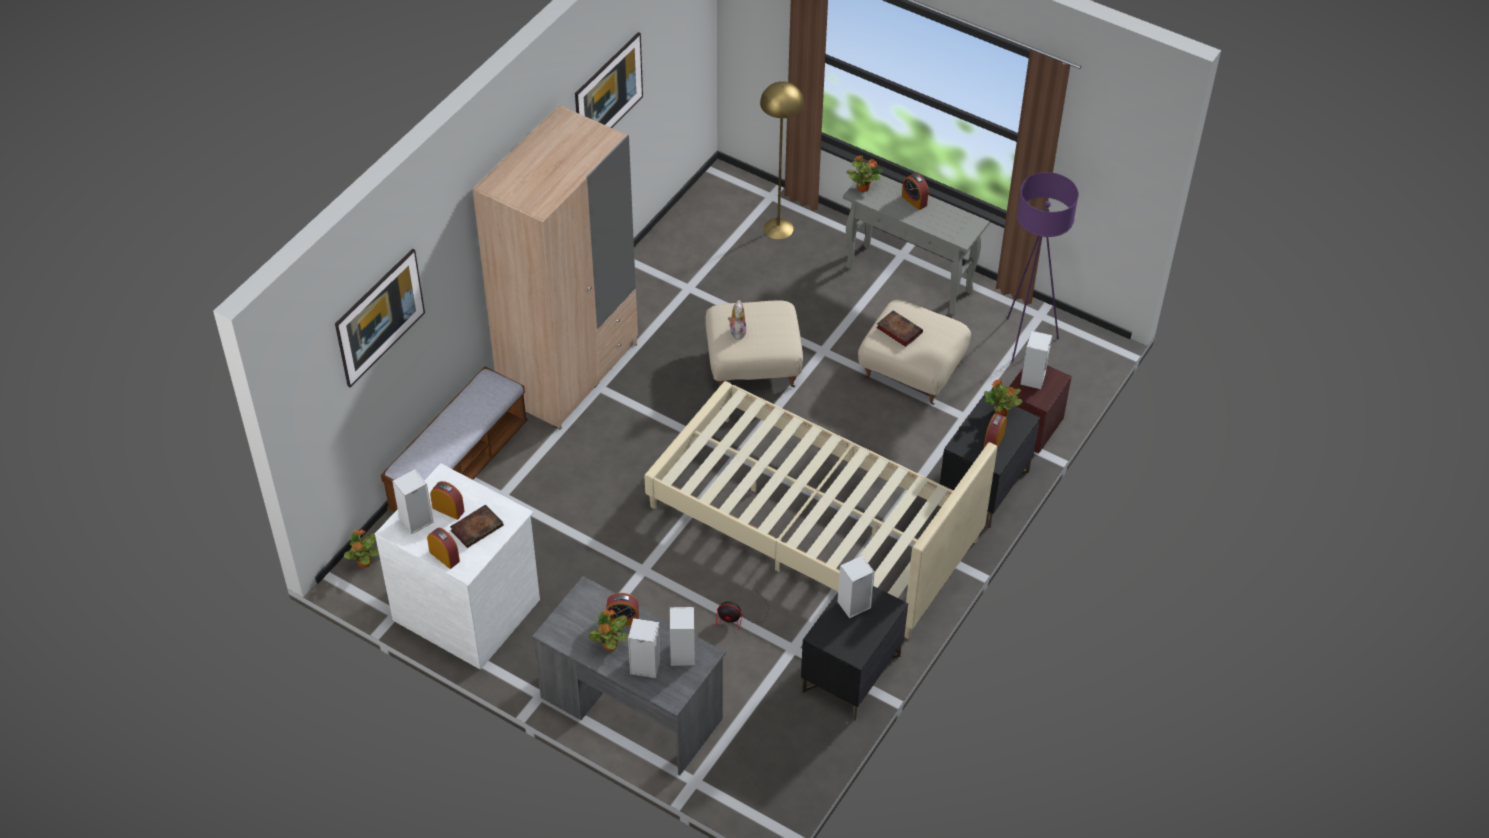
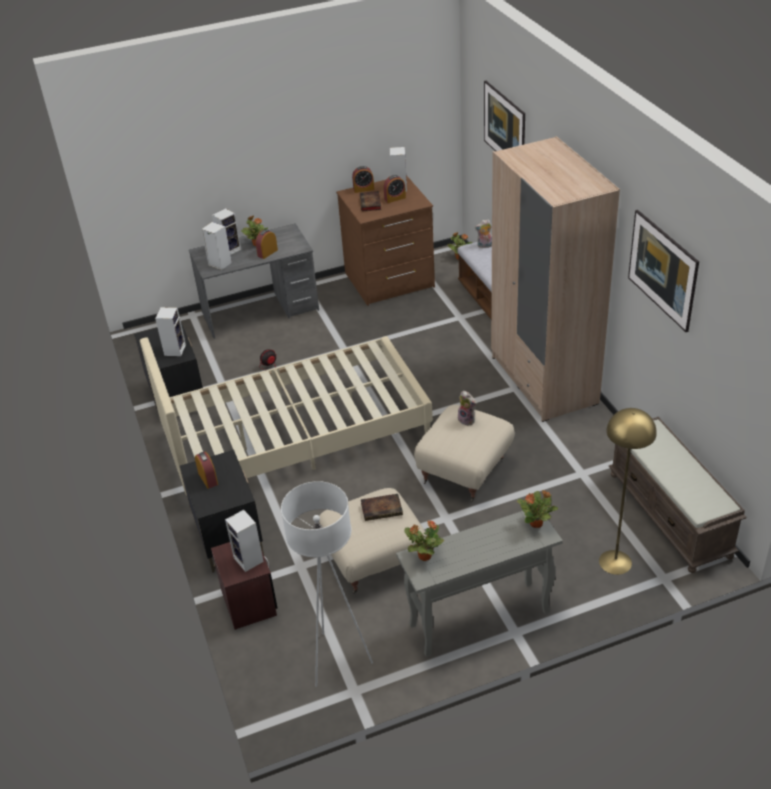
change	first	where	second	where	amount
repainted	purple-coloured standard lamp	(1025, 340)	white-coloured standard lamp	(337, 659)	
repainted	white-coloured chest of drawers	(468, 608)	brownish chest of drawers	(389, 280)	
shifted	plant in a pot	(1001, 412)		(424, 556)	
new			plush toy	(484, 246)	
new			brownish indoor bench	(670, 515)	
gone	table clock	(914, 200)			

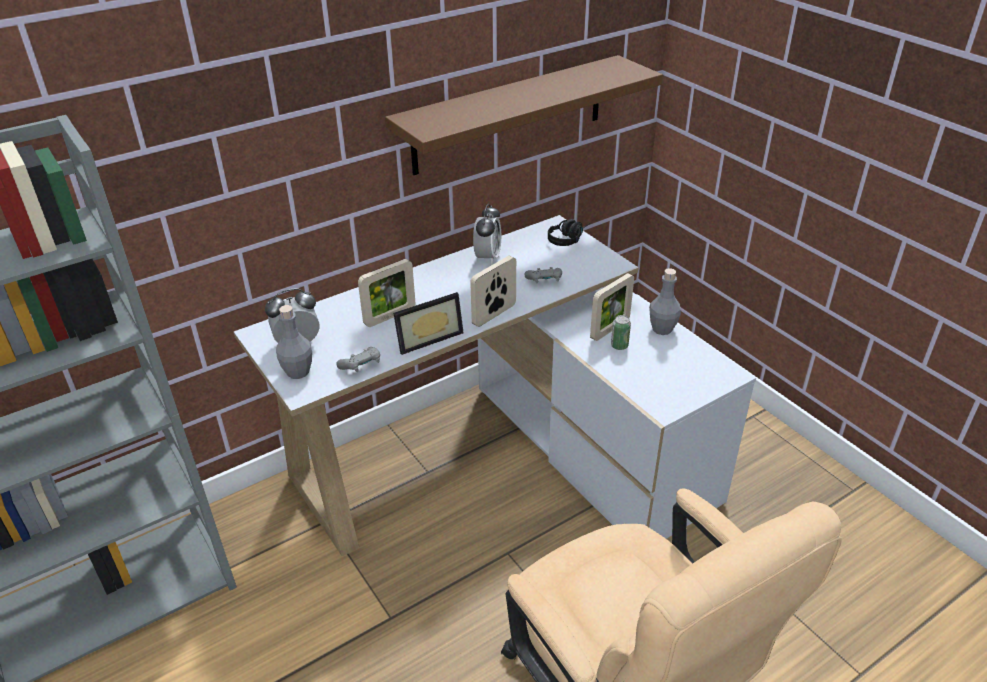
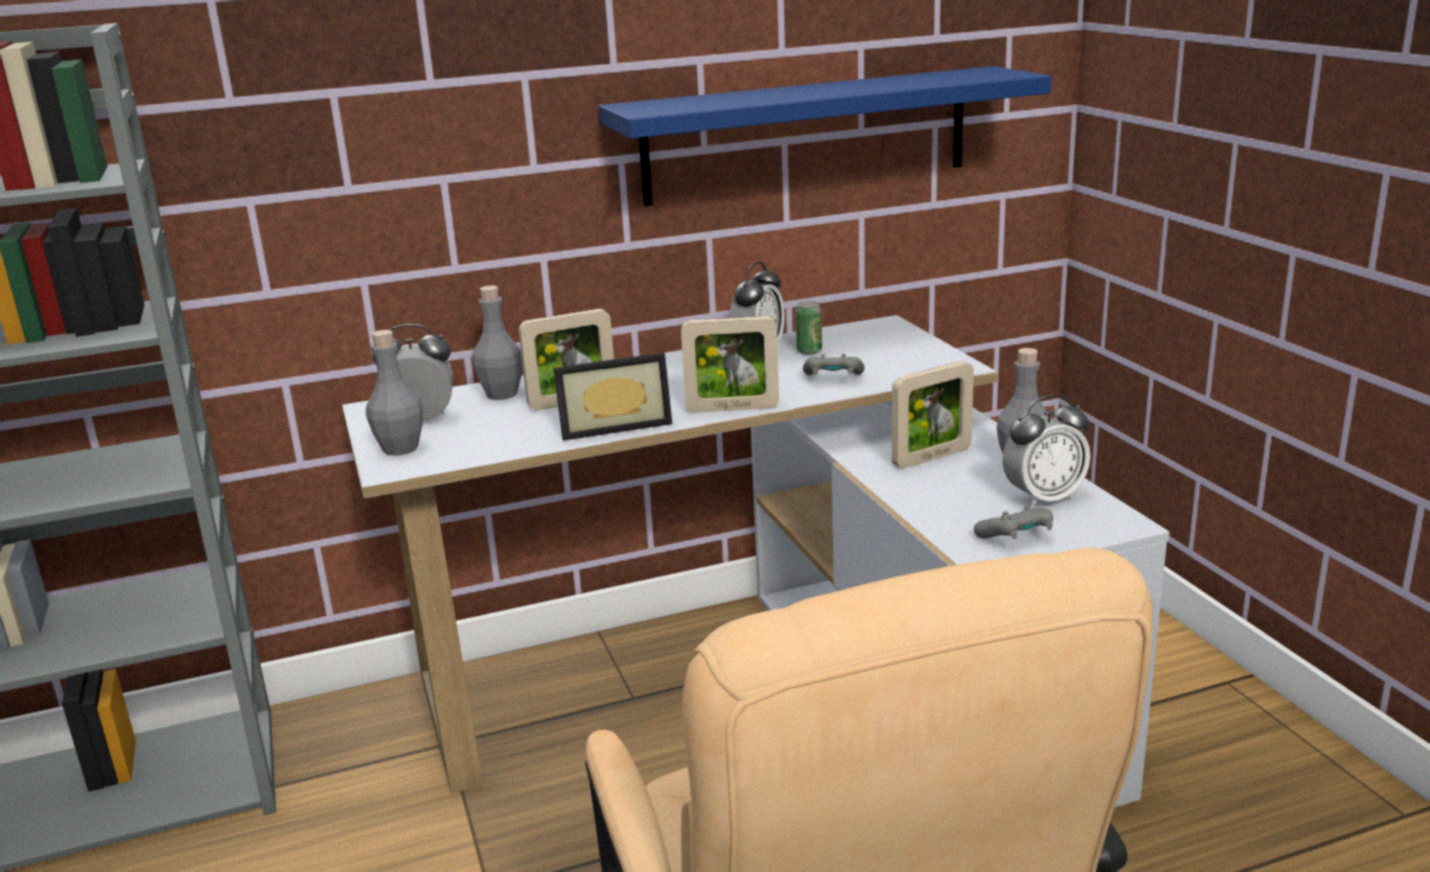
change	first	where	second	where	amount
new			greyish drink bottle	(501, 394)	
repainted	brownish shelf	(509, 115)	bluish shelf	(807, 135)	
rotated	picture frame	(494, 315)		(732, 408)	150 degrees counterclockwise
shifted	sealed can	(619, 346)		(809, 351)	
shifted	greyish joypad	(361, 366)		(1016, 538)	
new			table clock	(1043, 498)	
gone	black headset	(568, 238)			

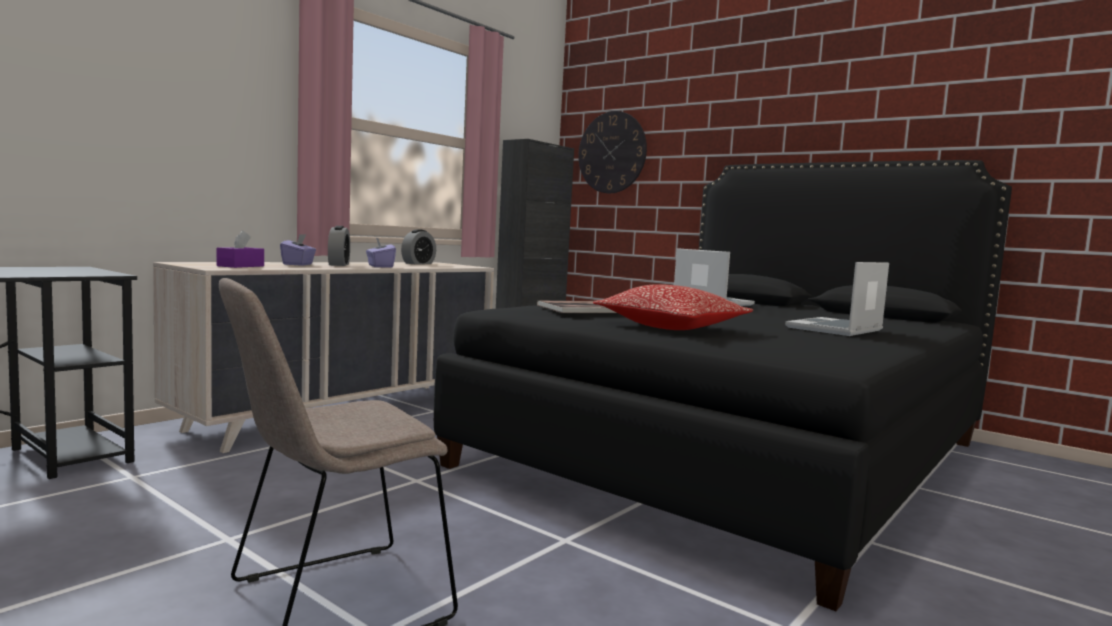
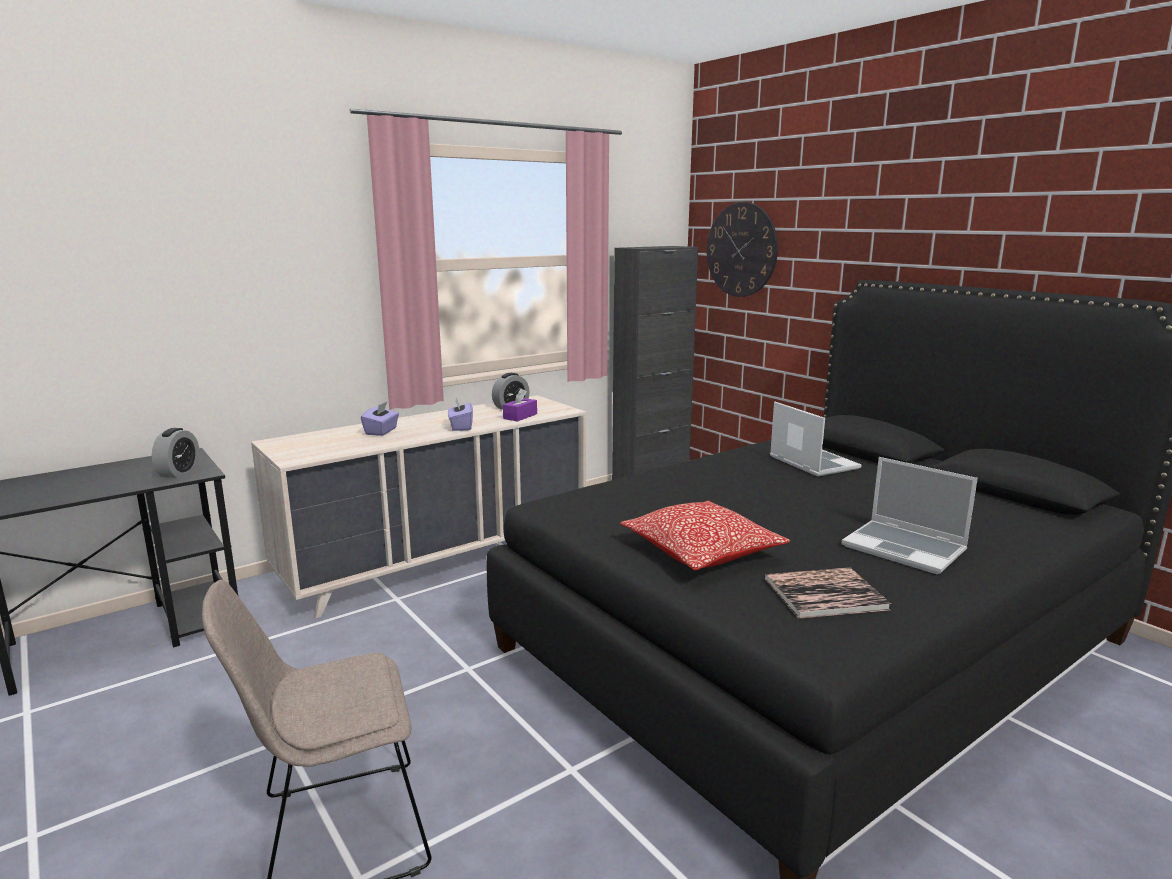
change	first	where	second	where	amount
shifted	table clock	(339, 264)		(179, 472)	
shifted	purple-coloured box of tissues	(240, 266)		(520, 416)	
shifted	bound book	(581, 309)		(825, 594)	
rotated	notebook computer	(835, 329)		(905, 548)	105 degrees counterclockwise

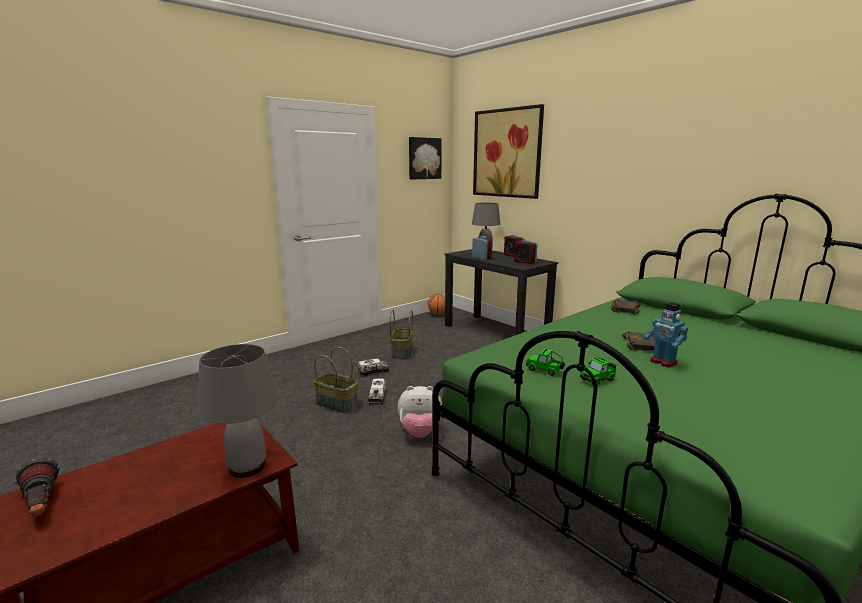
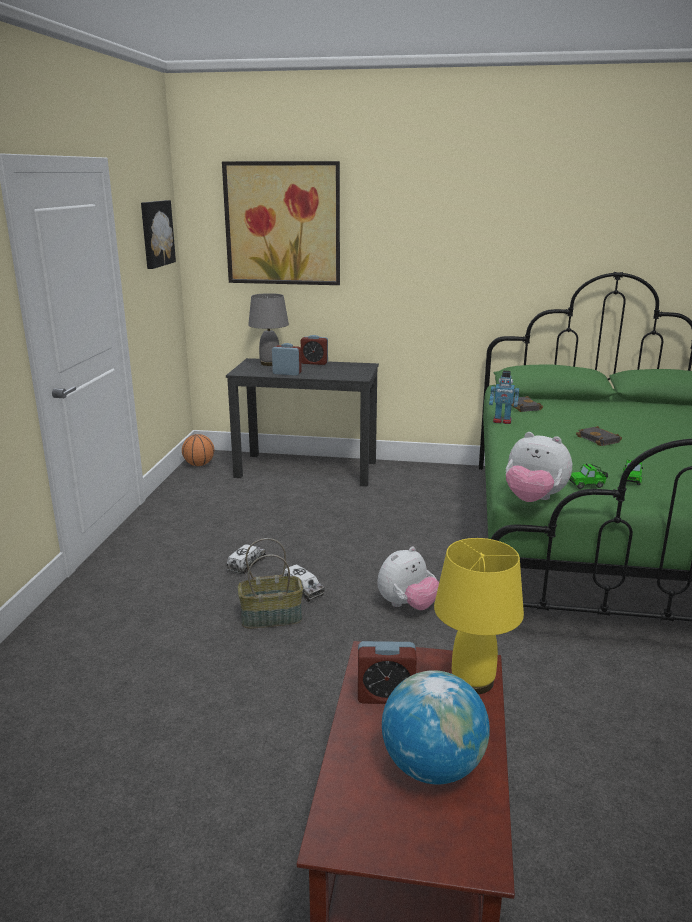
change	first	where	second	where	amount
shifted	table clock	(525, 262)		(385, 695)	
new			globe	(432, 767)	
repainted	greyish table lamp	(246, 467)	yellow-coloured table lamp	(472, 681)	
shifted	model robot	(663, 362)		(502, 421)	
new			plush toy	(533, 499)	
gone	flashlight	(42, 505)			
gone	storage basket	(401, 352)			

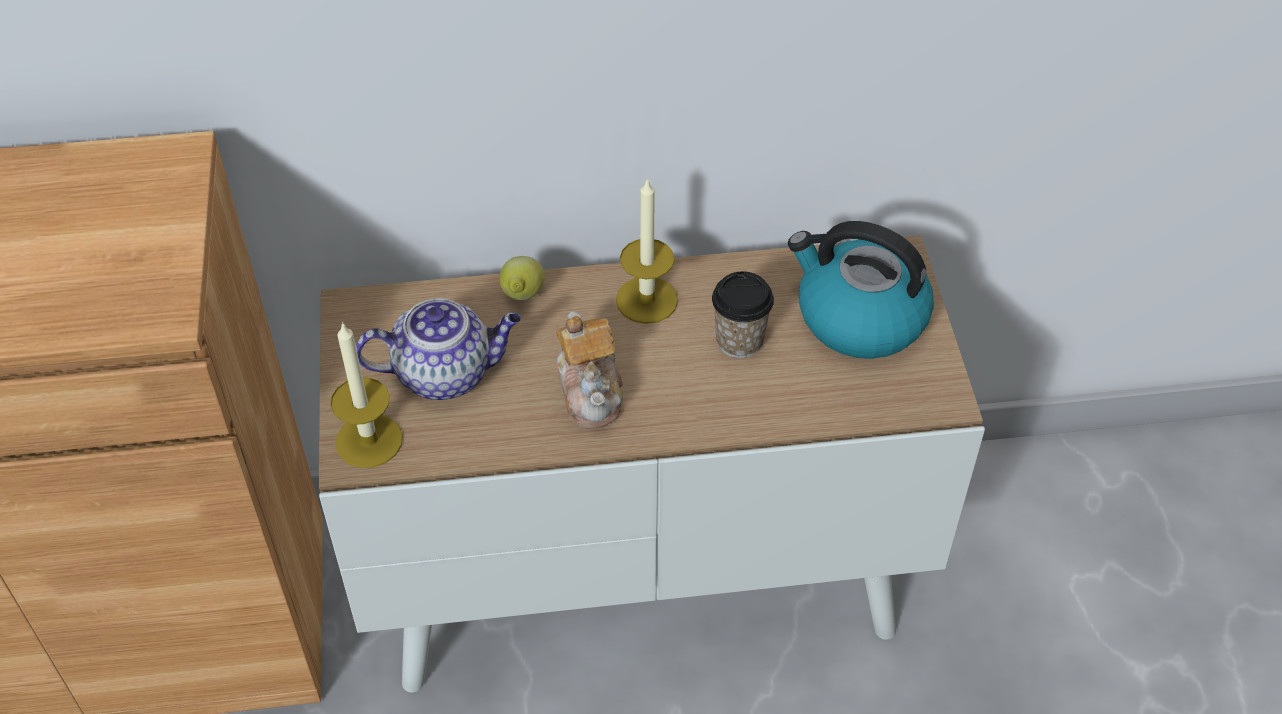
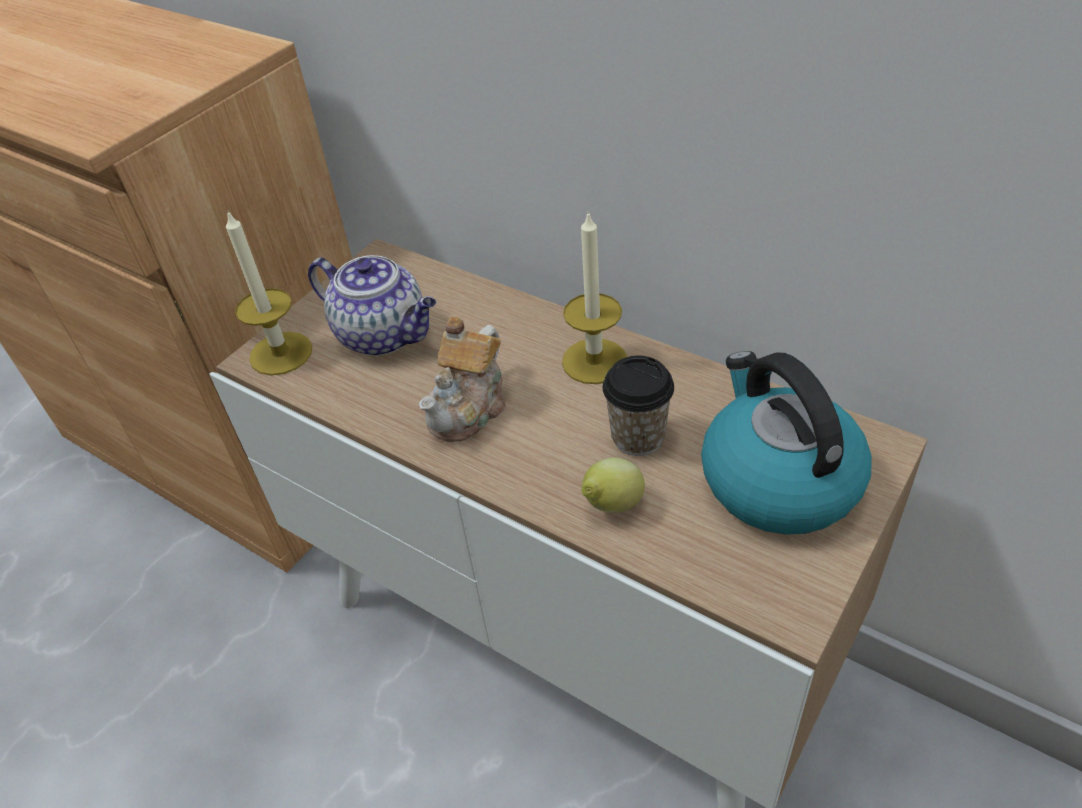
change	first	where	second	where	amount
shifted	whole lemon	(522, 297)		(611, 506)	

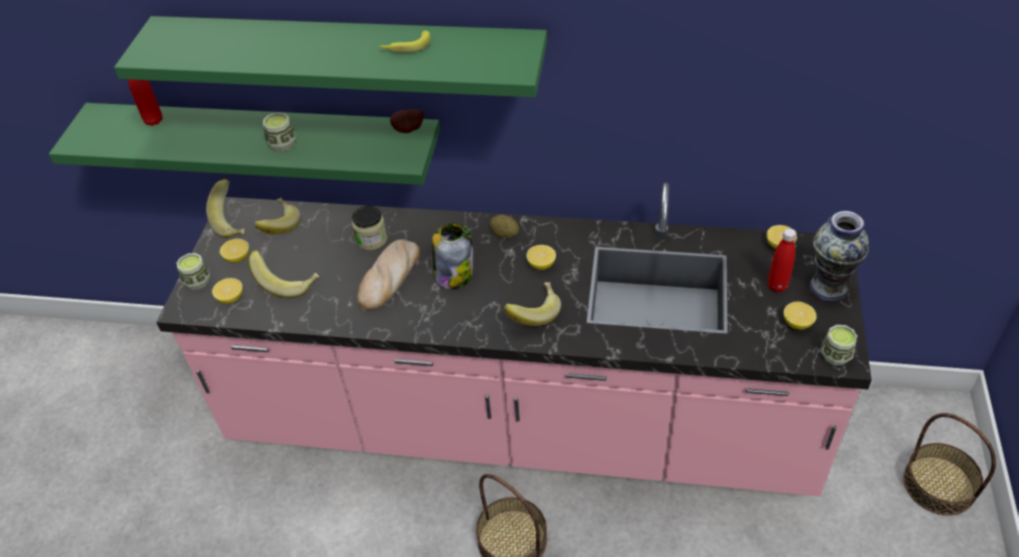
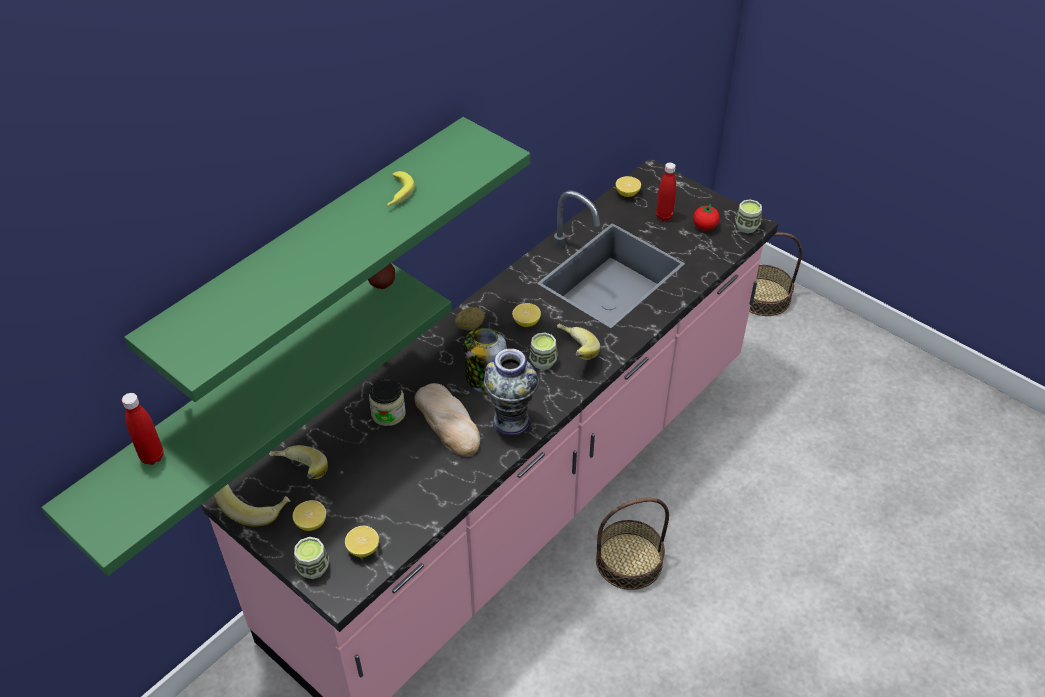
change	first	where	second	where	amount
shifted	decorative vase	(829, 287)		(511, 420)	
shifted	drinking cup	(282, 144)		(543, 361)	
swapped	whole lemon	(797, 323)	tomato	(705, 227)	
gone	banana	(287, 283)			

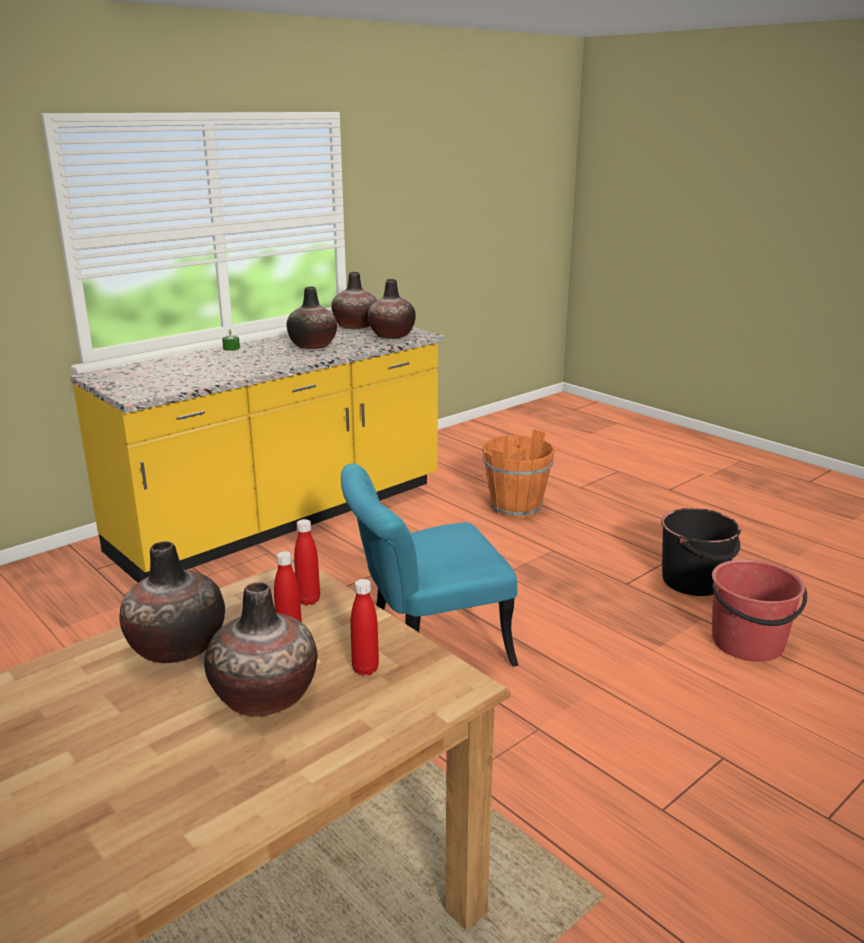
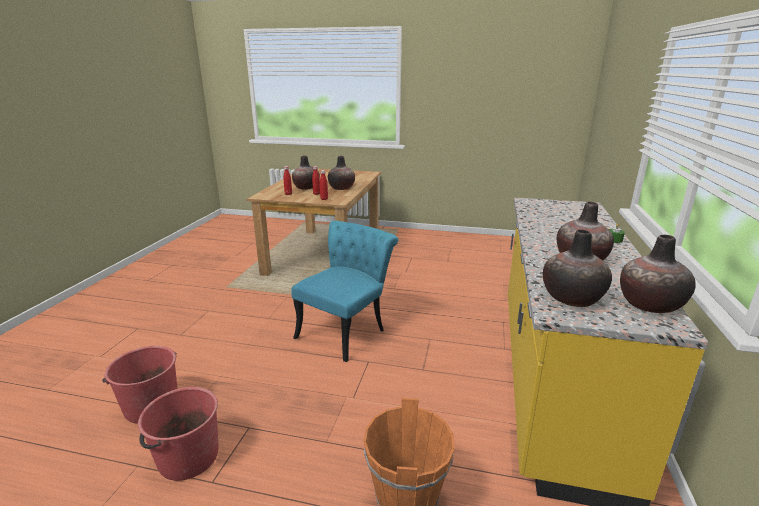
change	first	where	second	where	amount
repainted	black pail	(694, 581)	reddish pail	(187, 457)	

